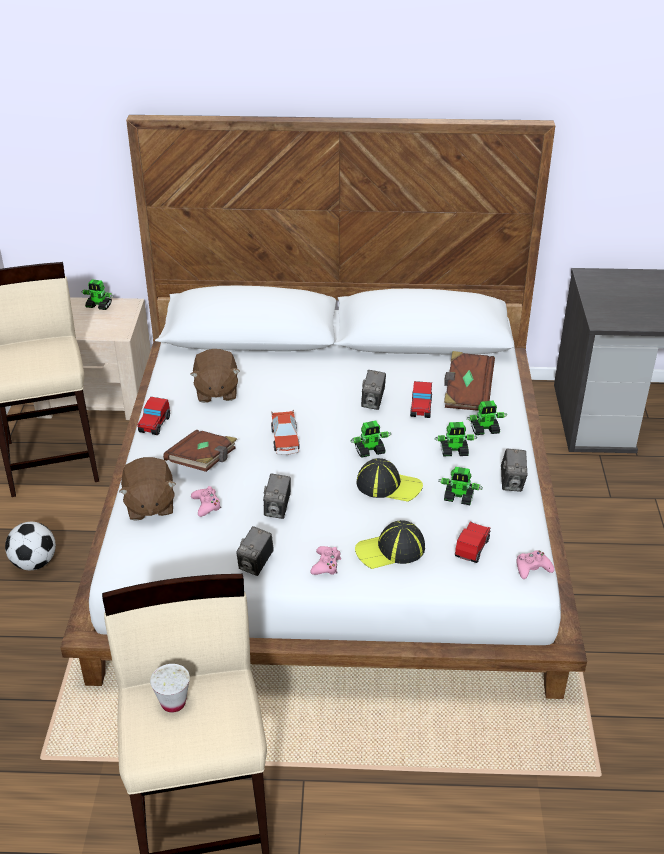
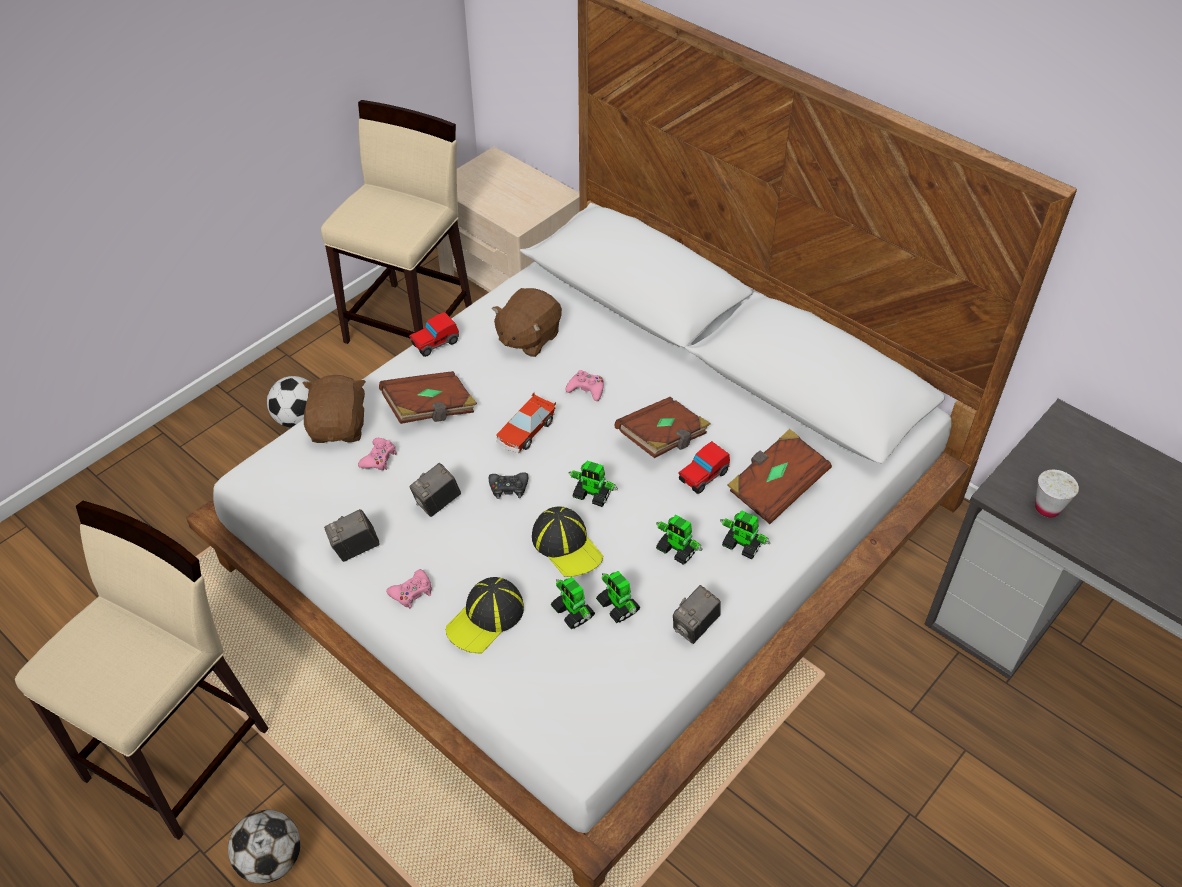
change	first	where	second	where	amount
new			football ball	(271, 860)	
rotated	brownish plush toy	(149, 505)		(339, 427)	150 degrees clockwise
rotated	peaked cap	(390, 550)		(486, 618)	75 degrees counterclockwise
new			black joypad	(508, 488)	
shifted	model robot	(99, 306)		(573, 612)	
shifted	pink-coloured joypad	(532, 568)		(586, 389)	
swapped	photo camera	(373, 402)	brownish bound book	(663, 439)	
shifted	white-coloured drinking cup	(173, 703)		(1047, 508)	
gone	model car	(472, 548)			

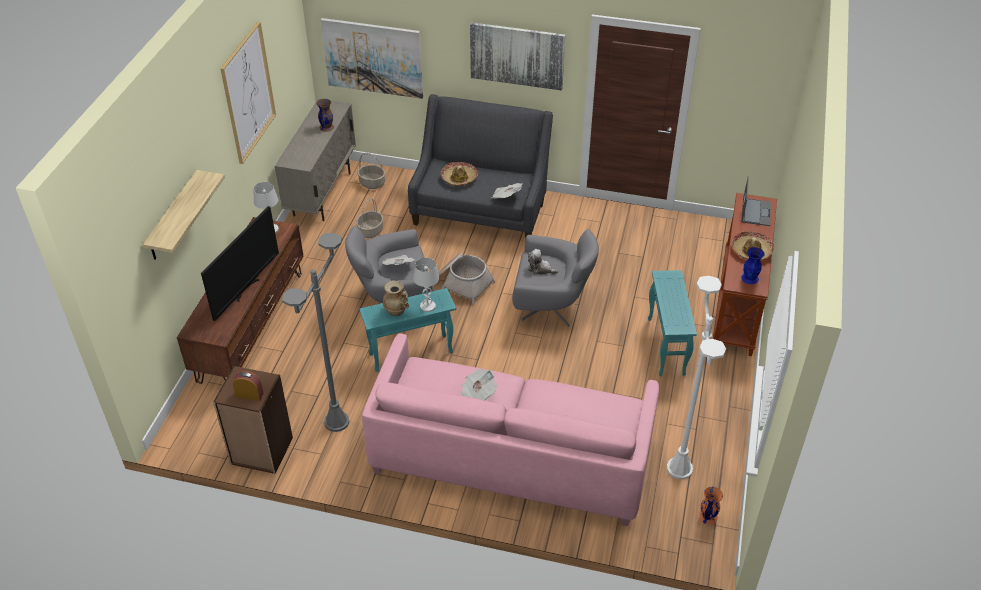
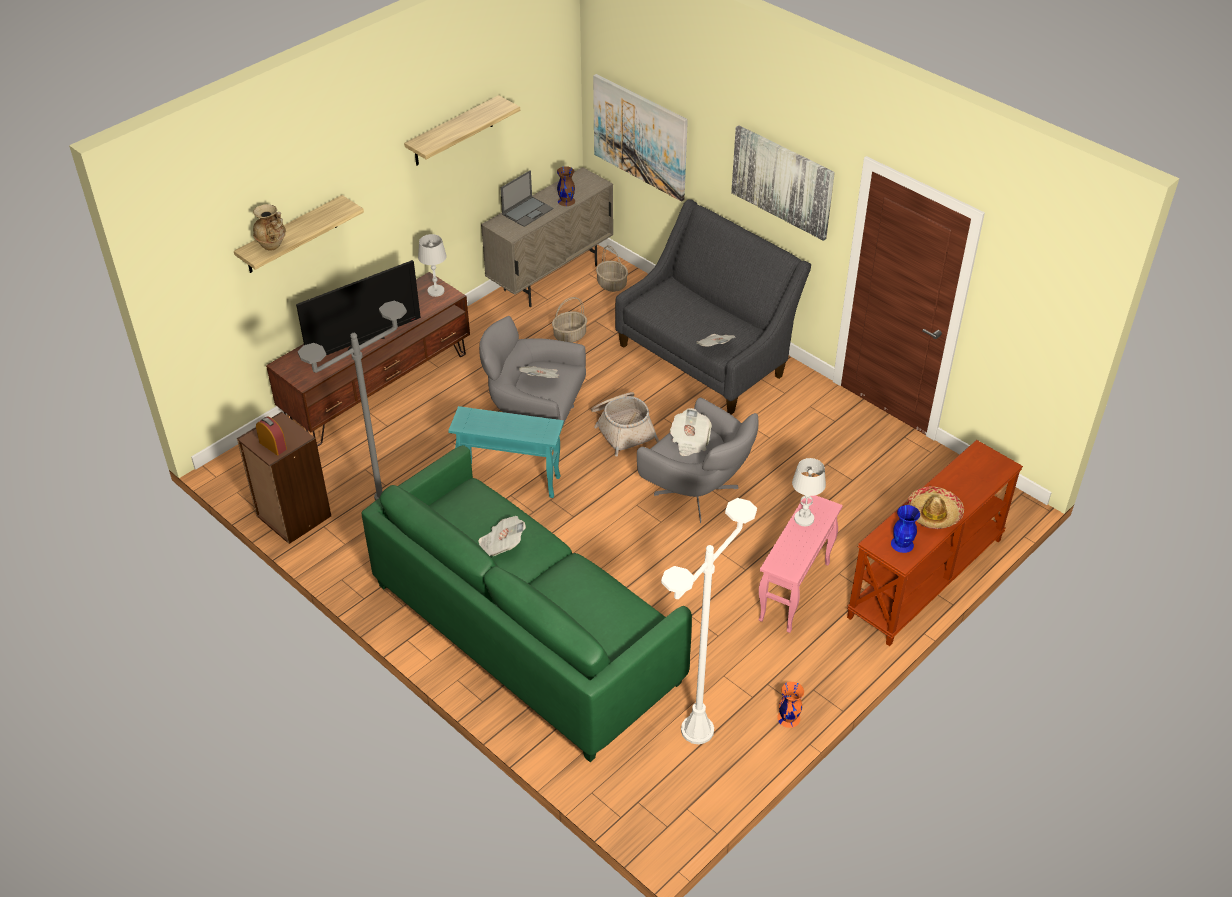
change	first	where	second	where	amount
shifted	beige decorative vase	(397, 311)		(273, 245)	
repainted	pink-coloured sofa	(510, 457)	green sofa	(525, 633)	
swapped	wall art	(248, 93)	shelf	(453, 131)	
shifted	notebook computer	(756, 212)		(528, 211)	
swapped	plush toy	(540, 269)	printed paper	(689, 441)	
repainted	turquoise end table	(666, 346)	pink-coloured end table	(794, 591)	
shifted	orange decorative vase	(707, 516)		(788, 717)	
shifted	white-coloured table lamp	(427, 306)		(804, 519)	
gone	hat	(459, 178)			

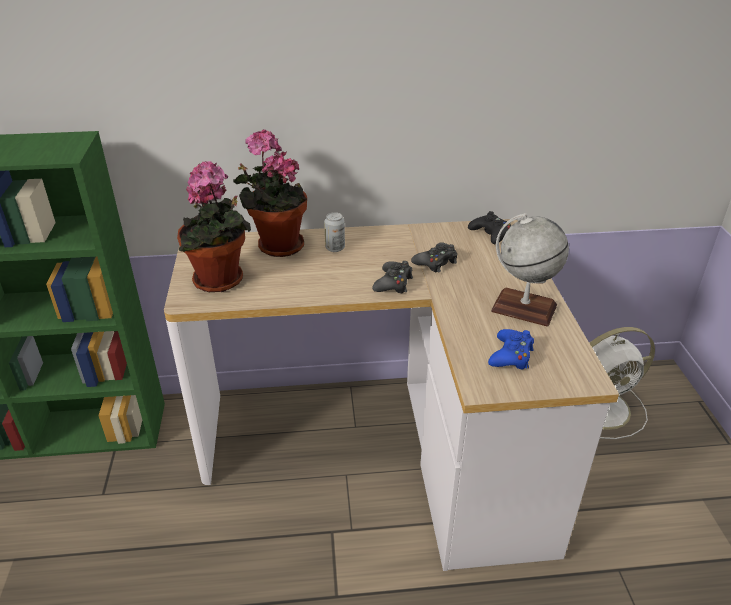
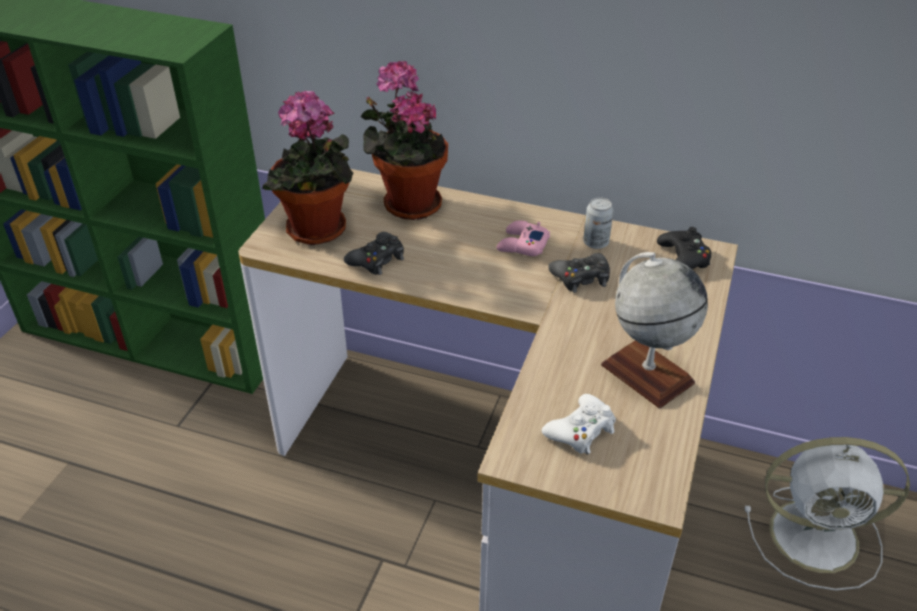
change	first	where	second	where	amount
shifted	black joypad	(393, 283)		(377, 260)	
new			pink-coloured joypad	(522, 245)	
repainted	bluish joypad	(511, 356)	white-coloured joypad	(581, 431)	
shifted	sealed can	(335, 248)		(595, 243)	

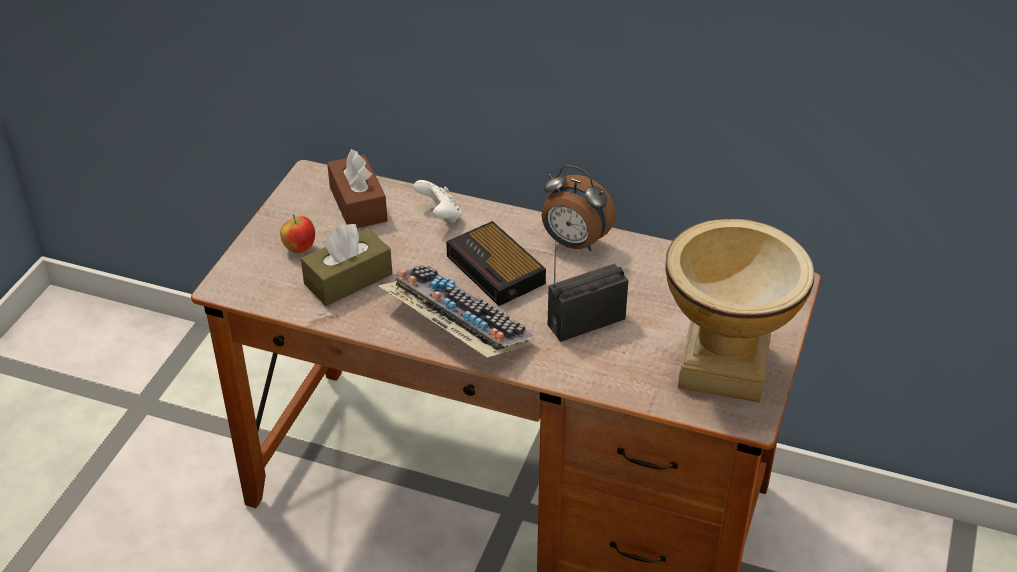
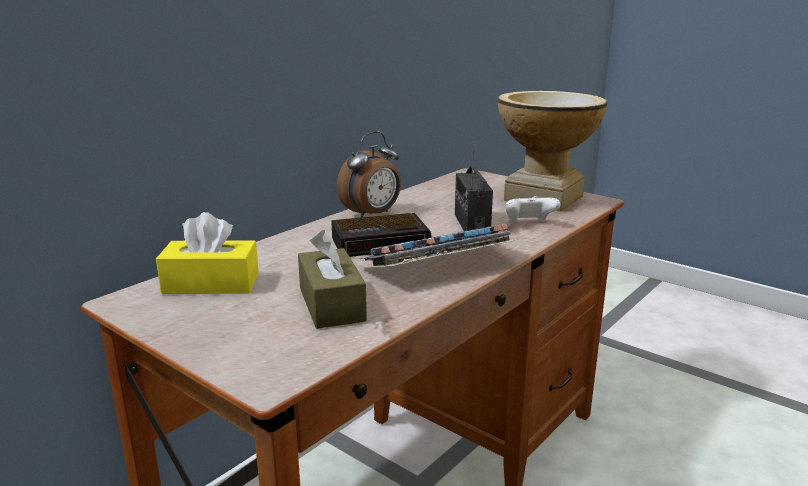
change	first	where	second	where	amount
repainted	brownish box of tissues	(358, 204)	yellow-coloured box of tissues	(211, 284)	
shifted	white-coloured joypad	(440, 215)		(528, 224)	
gone	apple	(300, 249)			

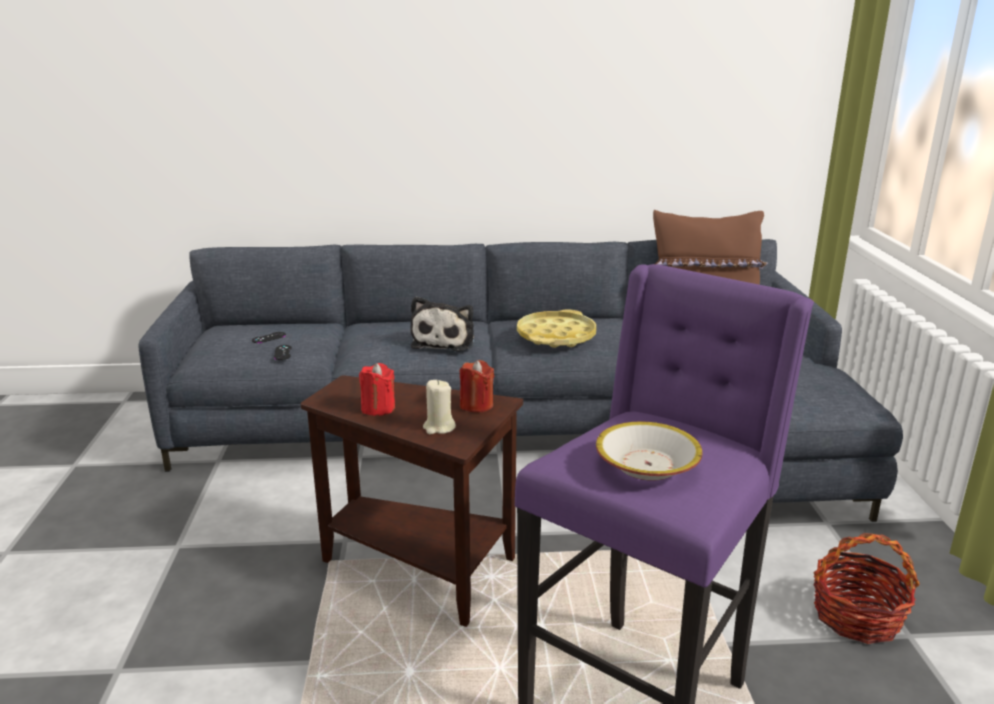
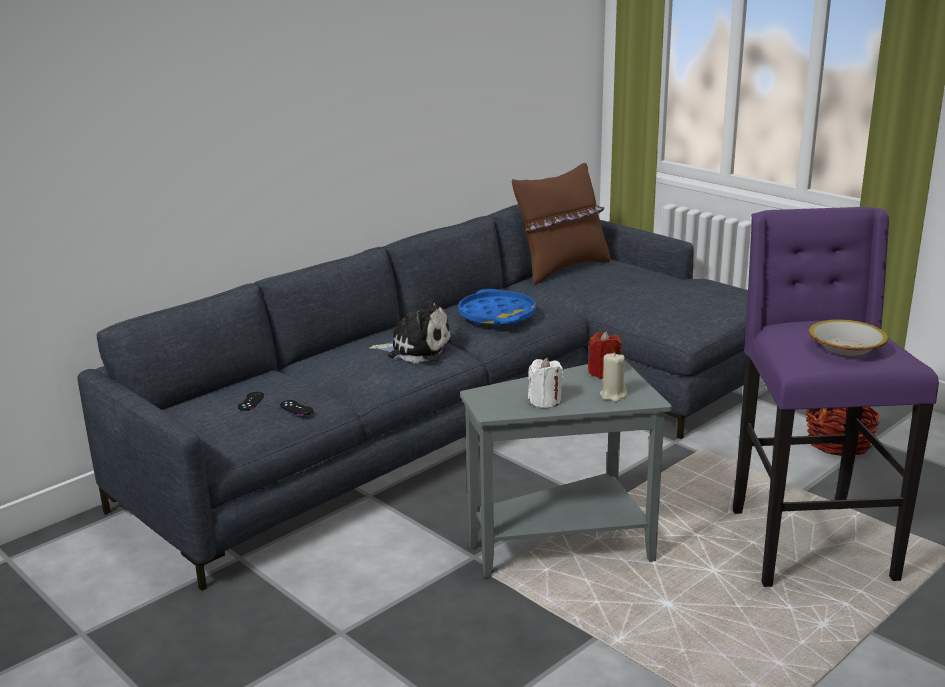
change	first	where	second	where	amount
rotated	plush toy	(445, 341)		(415, 349)	45 degrees counterclockwise
repainted	yellow-coloured carrying tray	(556, 336)	bluish carrying tray	(497, 315)	
repainted	brownish end table	(422, 570)	greyish end table	(566, 545)	
repainted	reddish wax candle	(378, 408)	white-coloured wax candle	(545, 401)	

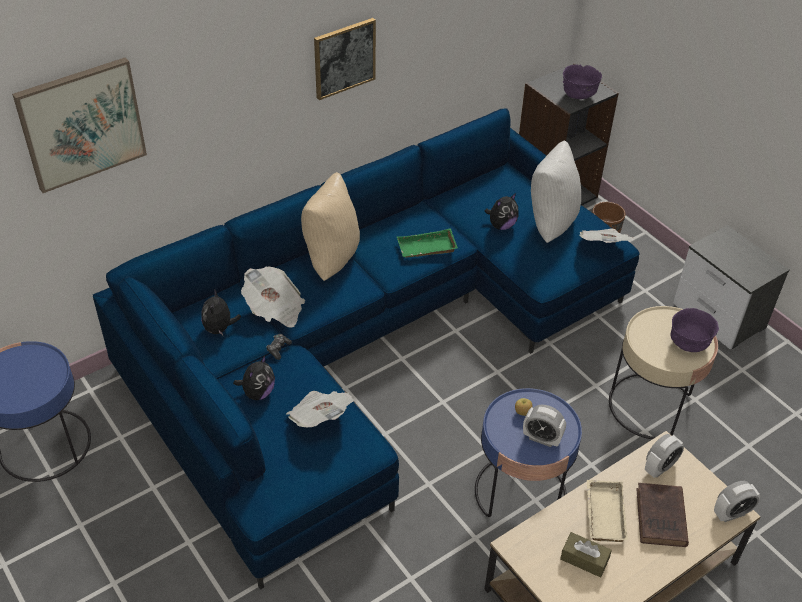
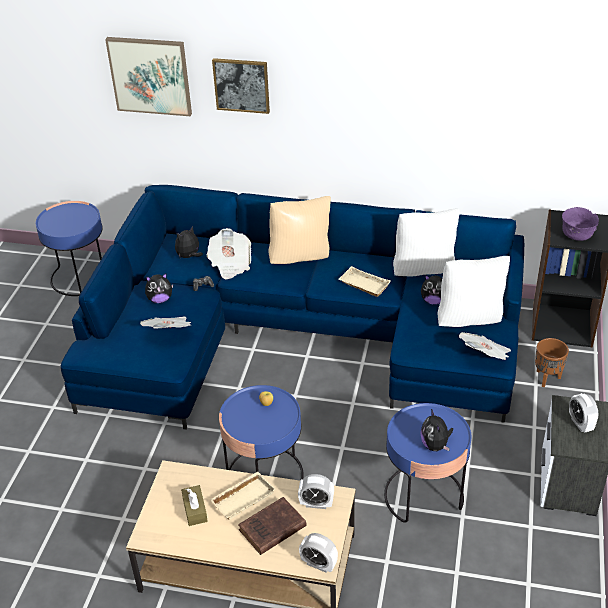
change	first	where	second	where	amount
shifted	wall art	(344, 58)		(241, 85)	
repainted	green carrying tray	(426, 249)	beige carrying tray	(363, 285)	
repainted	beige end table	(651, 406)	bluish end table	(424, 495)	
new			white-coloured pillow	(424, 269)	
swapped	purple-coloured serving bowl	(688, 344)	plush toy	(435, 445)	
shifted	table clock	(541, 438)		(580, 424)	

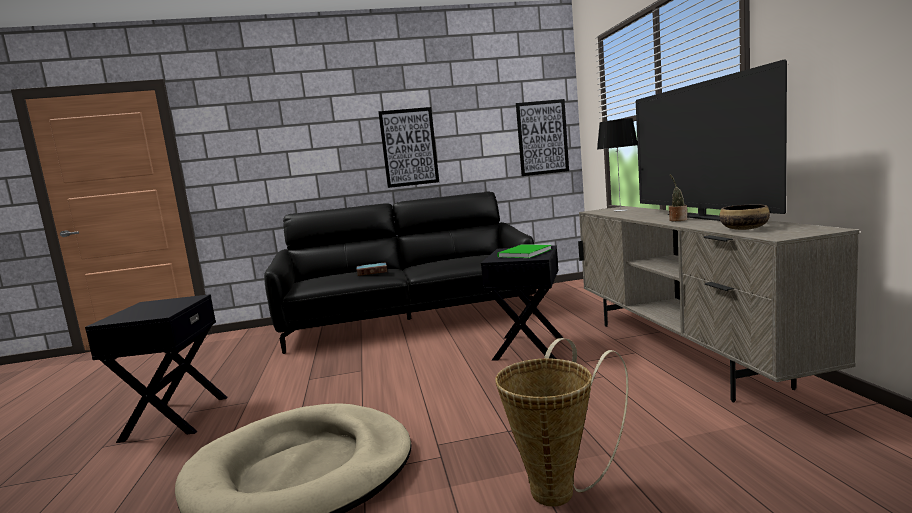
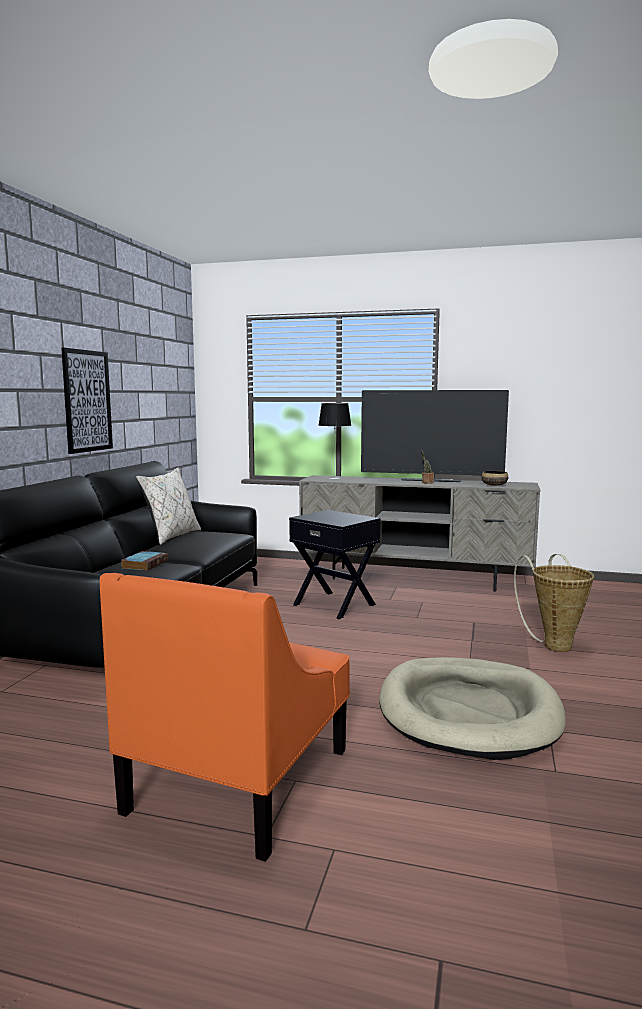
change	first	where	second	where	amount
swapped	black end table	(174, 418)	orange armchair	(240, 779)	
new			beige pillow	(171, 536)	
gone	green bound book	(523, 253)			
gone	wall art	(542, 137)			

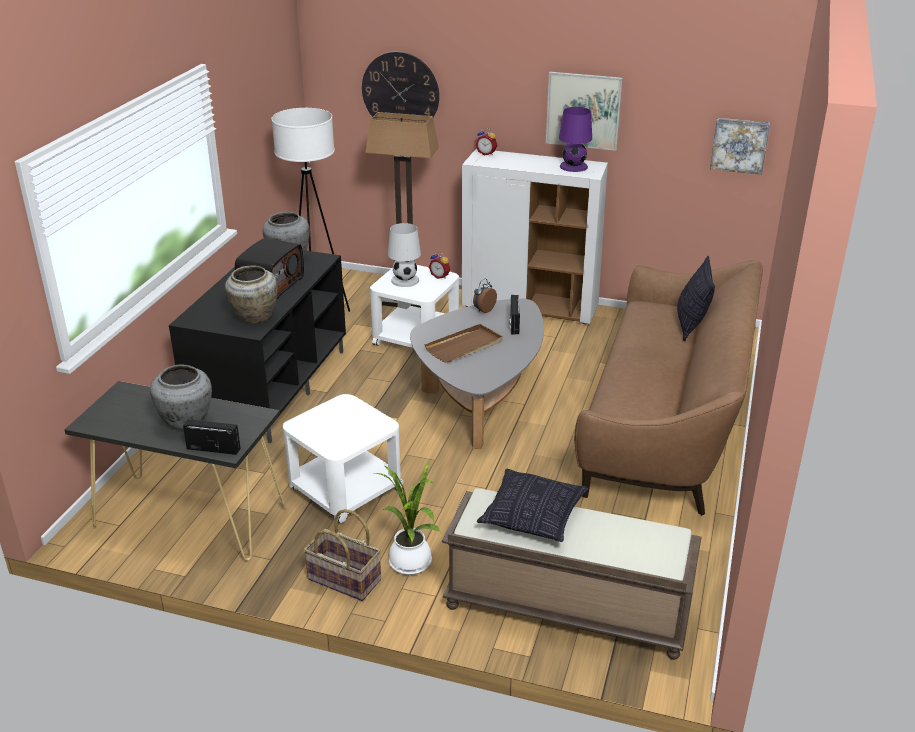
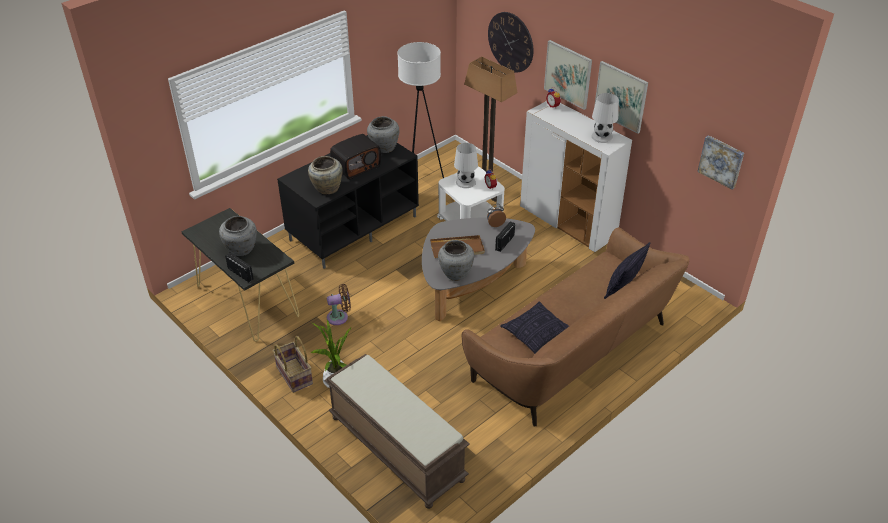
change	first	where	second	where	amount
swapped	white-coloured end table	(345, 489)	brownish fan	(339, 317)	
new			greyish decorative vase	(455, 273)	
shifted	pillow	(532, 517)		(537, 335)	
new			wall art	(568, 74)	
repainted	purple-coloured table lamp	(573, 166)	white-coloured table lamp	(602, 136)	

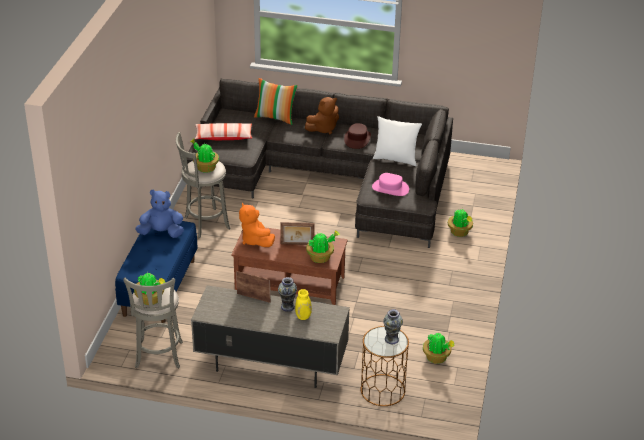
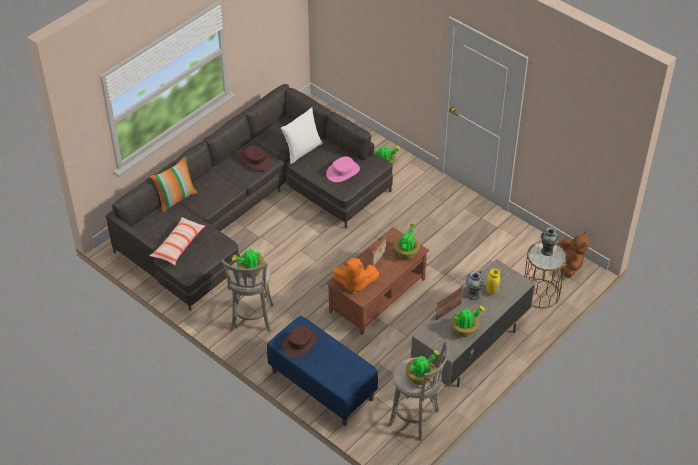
change	first	where	second	where	amount
swapped	bluish plush toy	(161, 233)	brownish hat	(299, 343)	
shifted	plant in a pot	(437, 358)		(465, 330)	
shifted	brownish plush toy	(323, 129)		(569, 265)	

